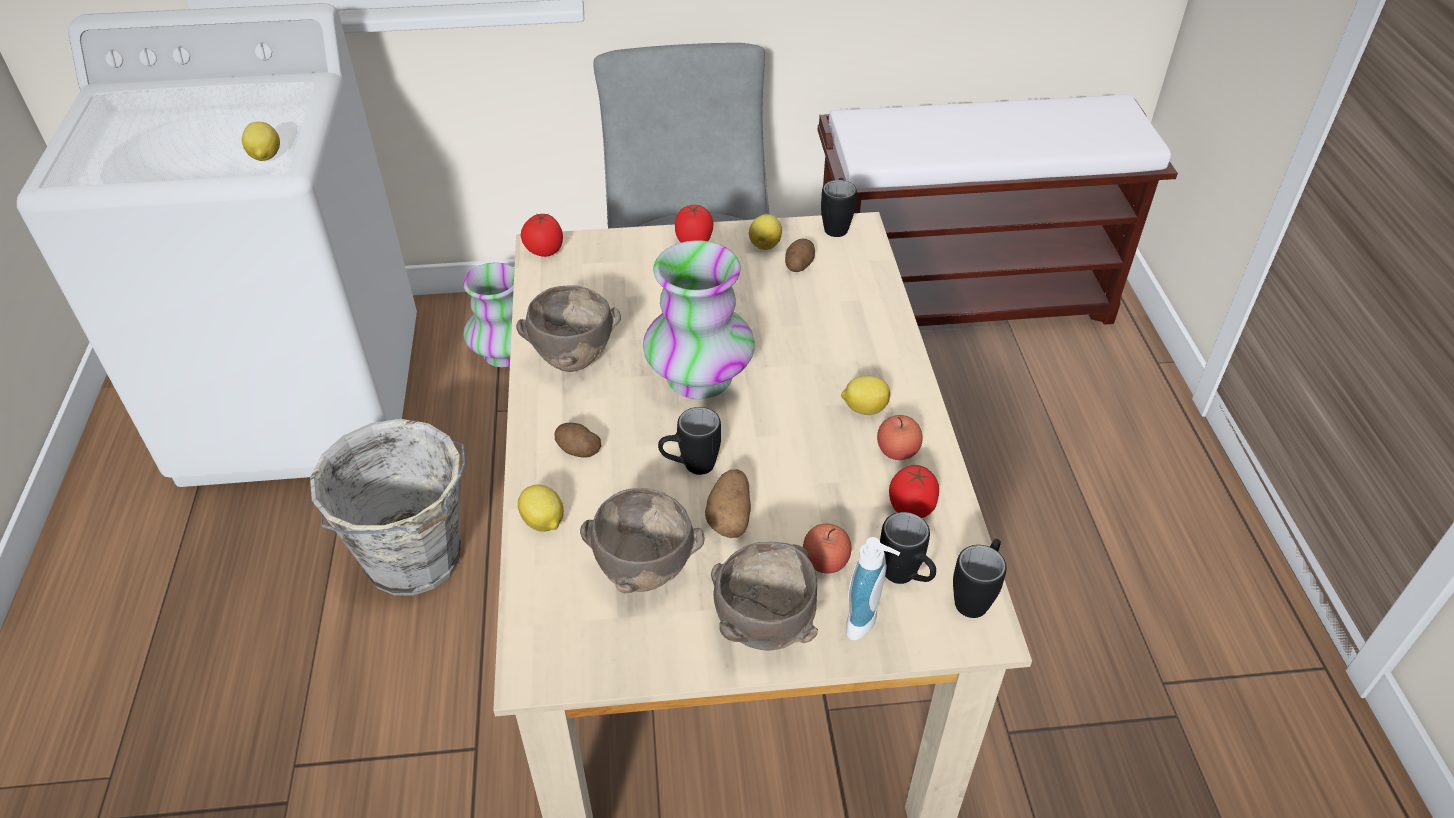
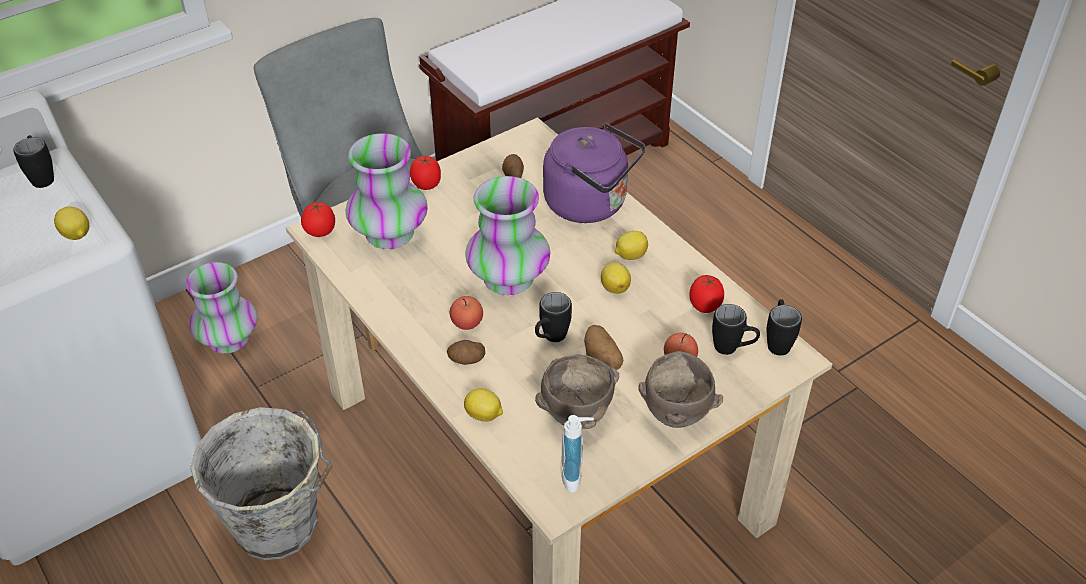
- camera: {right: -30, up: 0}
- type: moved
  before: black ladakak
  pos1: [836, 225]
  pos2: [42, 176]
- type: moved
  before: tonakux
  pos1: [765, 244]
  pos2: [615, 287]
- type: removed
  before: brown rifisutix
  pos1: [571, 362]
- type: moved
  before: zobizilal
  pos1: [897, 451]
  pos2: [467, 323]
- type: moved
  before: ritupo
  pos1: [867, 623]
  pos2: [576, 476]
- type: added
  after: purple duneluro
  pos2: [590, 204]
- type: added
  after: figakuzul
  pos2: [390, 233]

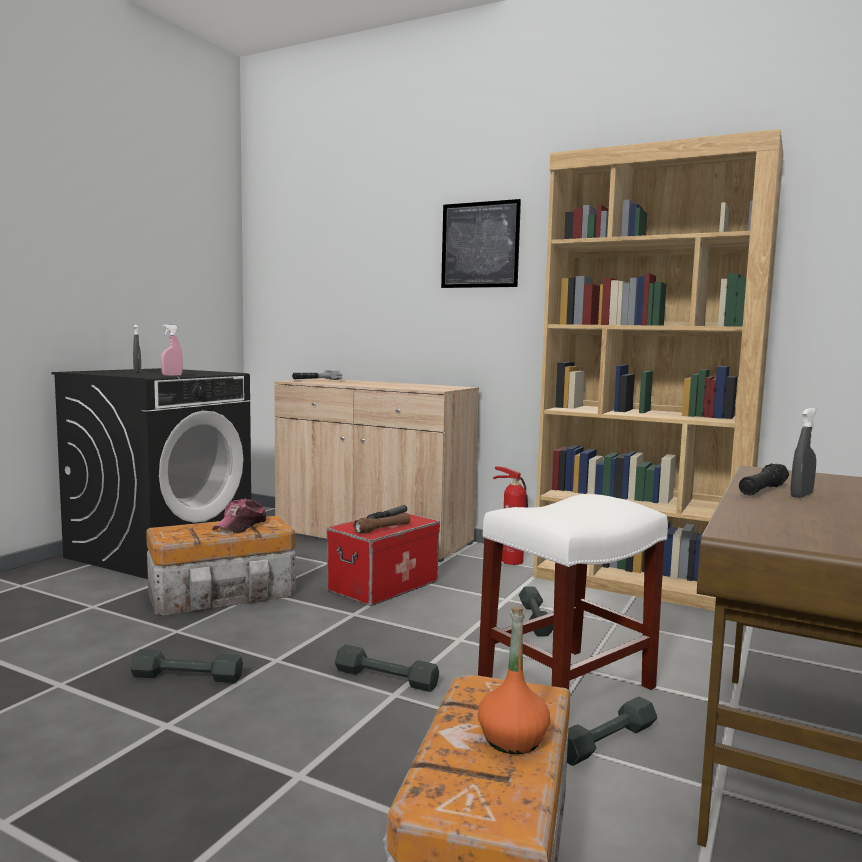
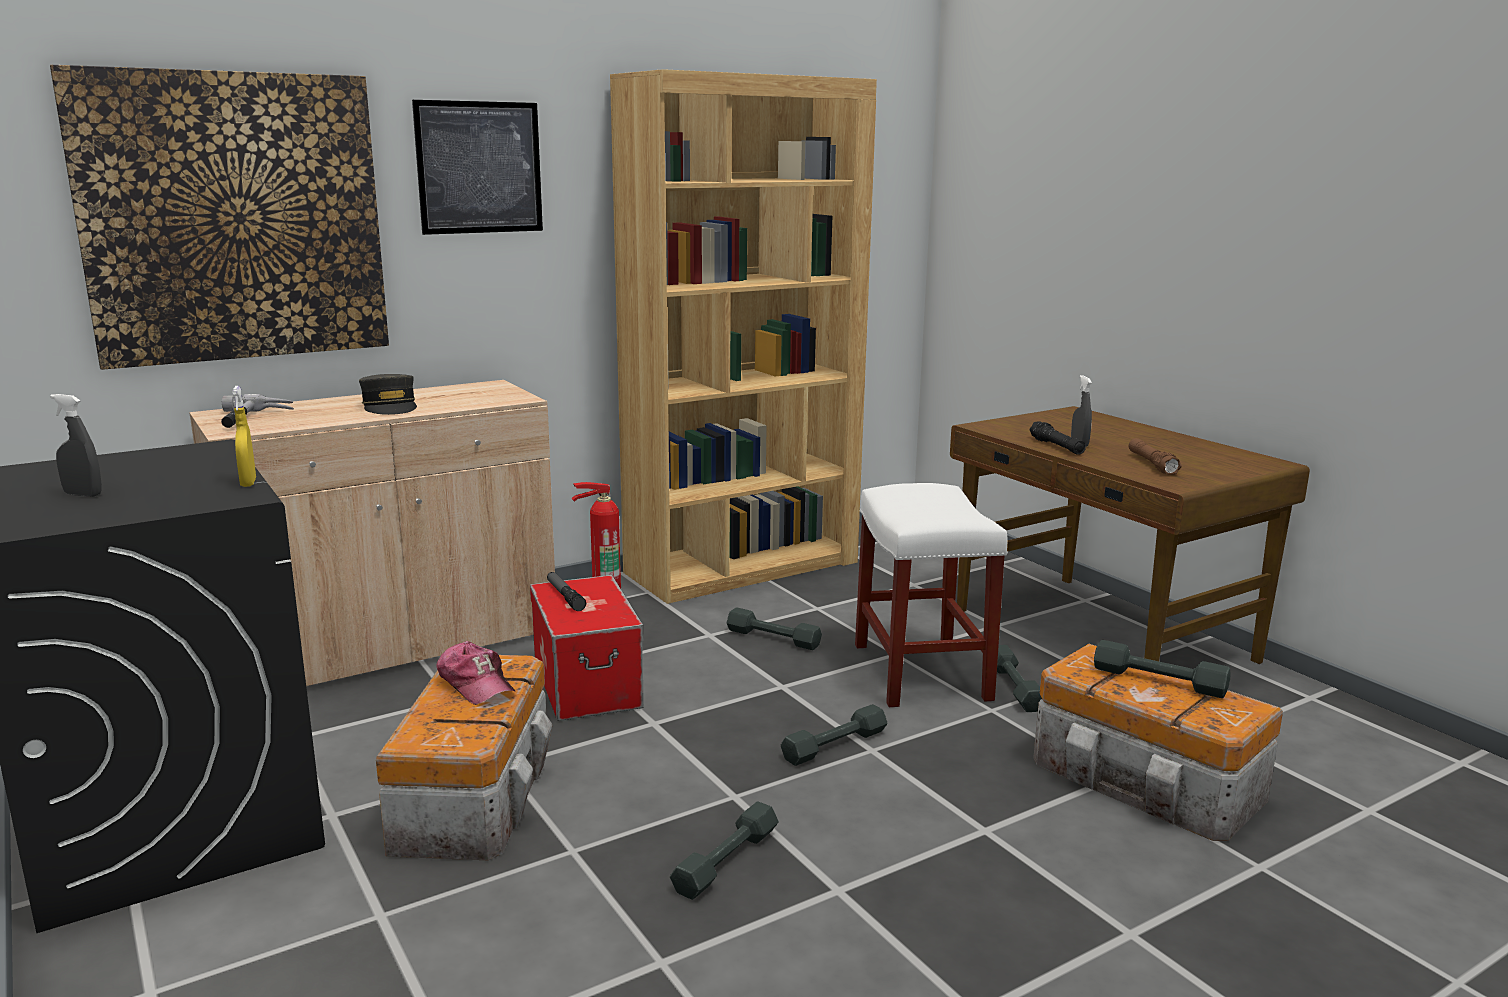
- camera: {right: -60, up: 10}
- type: recoloured
  before: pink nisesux
  after: yellow nisesux
  pos1: [172, 375]
  pos2: [248, 483]
- type: moved
  before: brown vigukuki
  pos1: [382, 529]
  pos2: [1152, 464]
- type: replaced
  before: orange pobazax
  after: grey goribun
  pos1: [512, 739]
  pos2: [1158, 680]
- type: added
  after: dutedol
  pos2: [234, 218]
- type: added
  after: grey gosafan
  pos2: [390, 407]

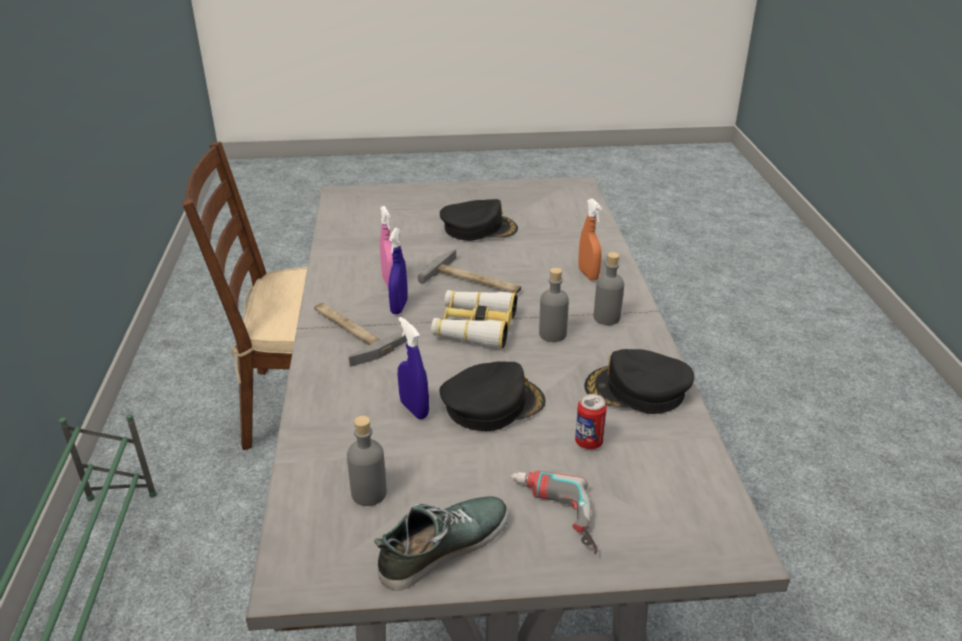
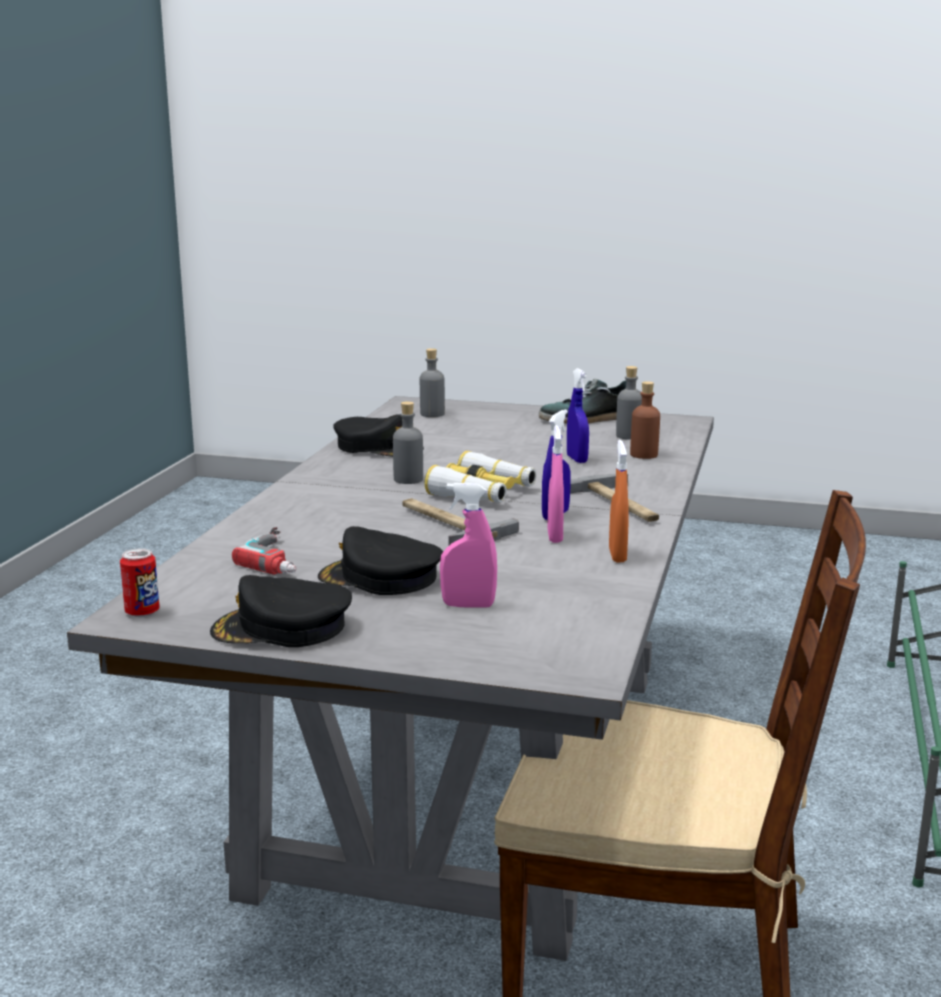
- camera: {right: -160, up: -15}
- type: moved
  before: orange nisesux
  pos1: [588, 274]
  pos2: [617, 555]
- type: moved
  before: grey pobazax
  pos1: [606, 317]
  pos2: [432, 414]
- type: moved
  before: black gosafan
  pos1: [492, 404]
  pos2: [282, 628]
- type: moved
  before: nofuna
  pos1: [588, 442]
  pos2: [142, 612]
- type: moved
  before: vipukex
  pos1: [551, 517]
  pos2: [283, 557]
- type: added
  after: brown pobazax
  pos2: [644, 455]
- type: added
  after: pink nisesux
  pos2: [468, 605]

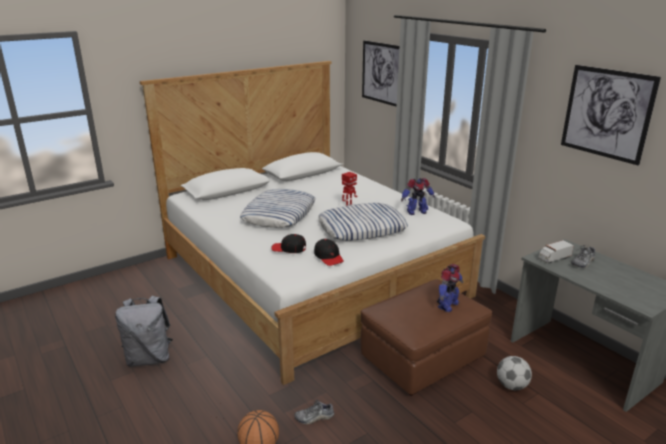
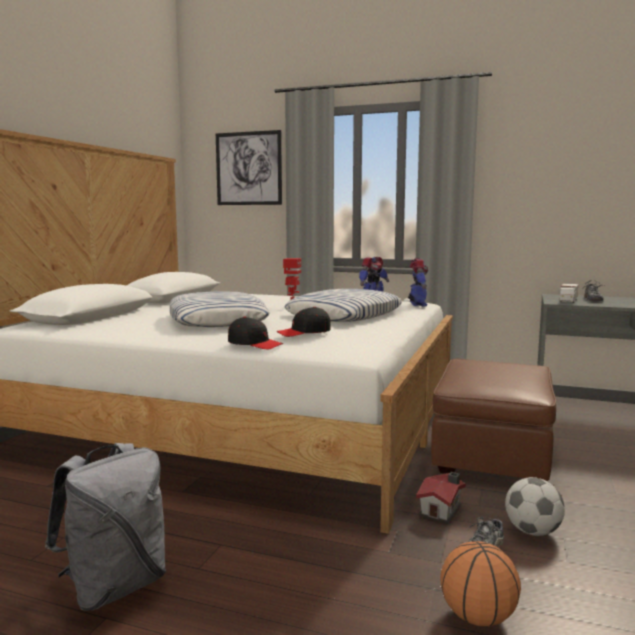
- camera: {right: -35, up: -15}
- type: removed
  before: dutedol
  pos1: [606, 113]
- type: moved
  before: black gosafan
  pos1: [328, 257]
  pos2: [255, 344]
- type: moved
  before: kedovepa
  pos1: [447, 305]
  pos2: [417, 304]
- type: moved
  before: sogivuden
  pos1: [511, 386]
  pos2: [532, 531]
- type: added
  after: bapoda
  pos2: [442, 510]

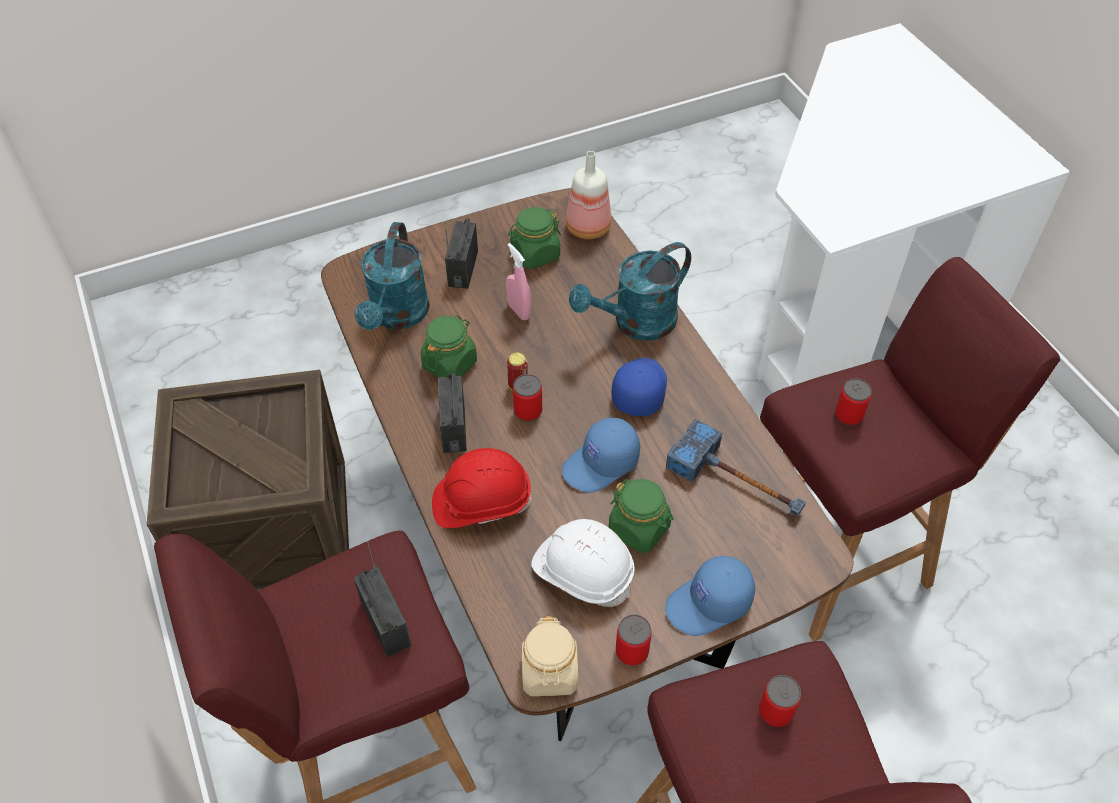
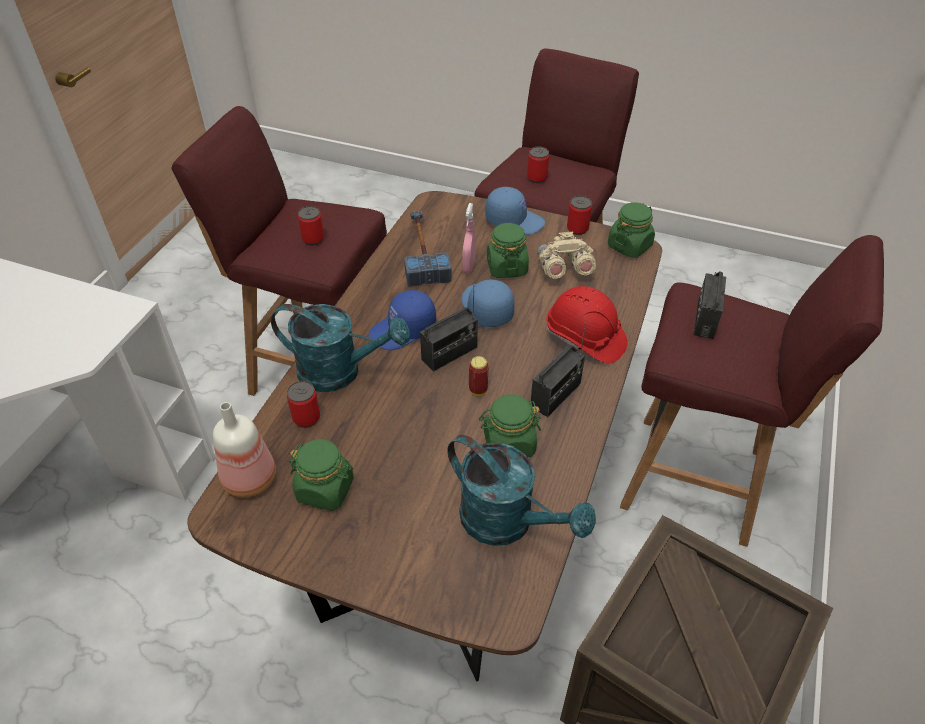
- camera: {right: -135, up: -5}
- type: moved
  before: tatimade
  pos1: [462, 268]
  pos2: [449, 353]
- type: turned
  before: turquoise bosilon
  pos1: [397, 316]
  pos2: [508, 523]
  turn: 75
- type: moved
  before: pink nisesux
  pos1: [519, 311]
  pos2: [468, 266]
- type: moved
  before: nofuna
  pos1: [528, 411]
  pos2: [306, 418]
- type: turned
  before: blue gosafan
  pos1: [601, 464]
  pos2: [485, 308]
  turn: -120
- type: replaced
  before: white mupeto
  after: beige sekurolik
  pos1: [583, 571]
  pos2: [563, 270]
- type: recoloured
  before: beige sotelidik
  after: green sotelidik
  pos1: [550, 672]
  pos2: [629, 246]

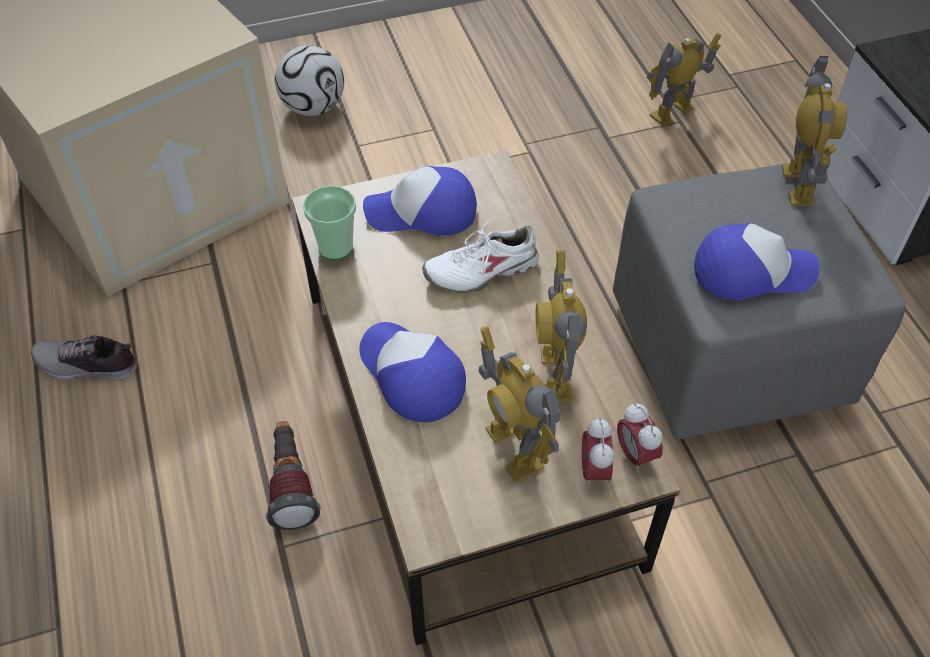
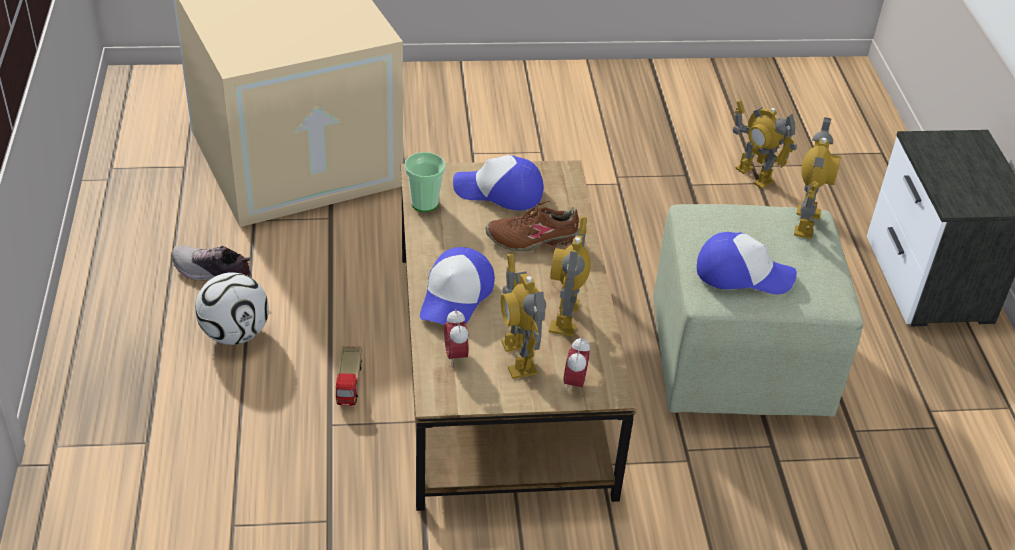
- camera: {right: 10, up: -10}
- type: turned
  before: kedovepa
  pos1: [672, 113]
  pos2: [754, 175]
  turn: -105
- type: moved
  before: sogivuden
  pos1: [313, 107]
  pos2: [235, 333]
- type: recoloured
  before: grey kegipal
  after: green kegipal
  pos1: [725, 349]
  pos2: [737, 359]
- type: recoloured
  before: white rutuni
  after: brown rutuni
  pos1: [482, 270]
  pos2: [533, 239]
- type: turned
  before: gosafan
  pos1: [411, 375]
  pos2: [456, 297]
  turn: -135
- type: moved
  before: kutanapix
  pos1: [635, 454]
  pos2: [455, 356]
- type: replaced
  before: vigukuki
  after: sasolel
  pos1: [291, 484]
  pos2: [350, 384]

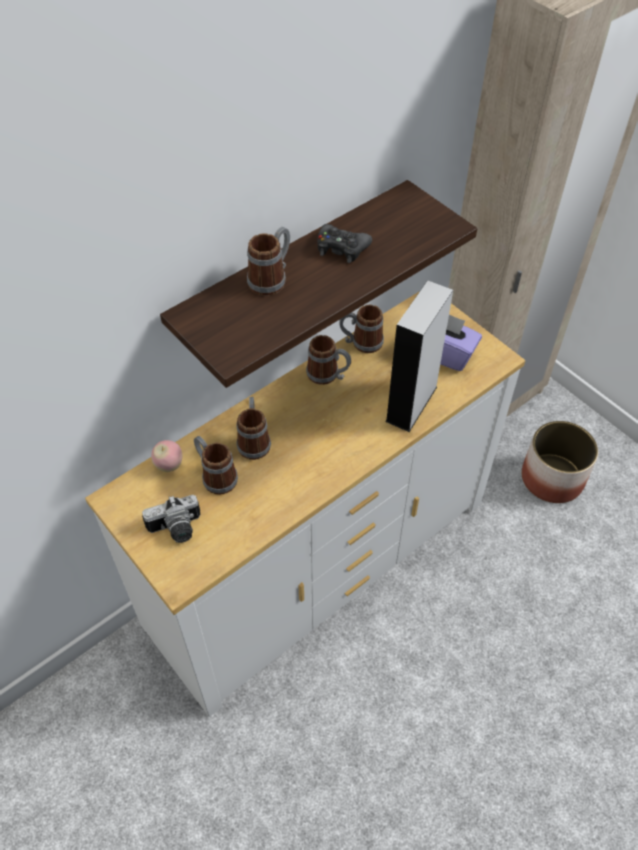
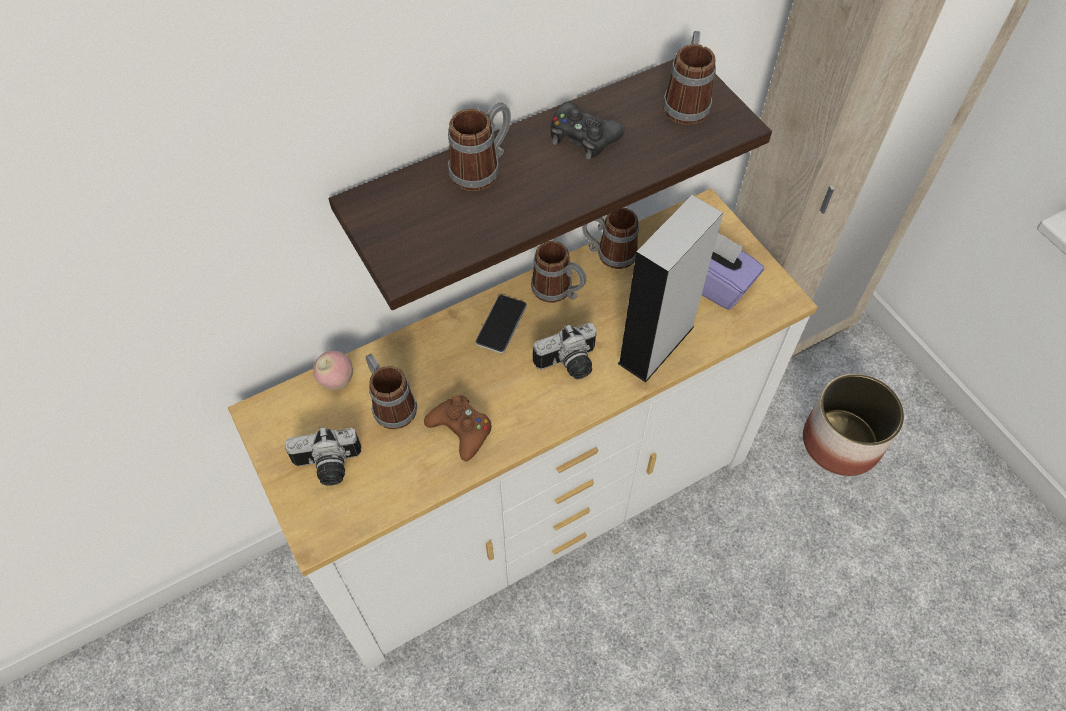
- camera: {right: 10, up: 5}
- type: moved
  before: ladakak
  pos1: [254, 440]
  pos2: [686, 101]
- type: added
  after: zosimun
  pos2: [501, 324]
- type: added
  after: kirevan
  pos2: [569, 365]
- type: added
  after: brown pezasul
  pos2: [461, 430]

